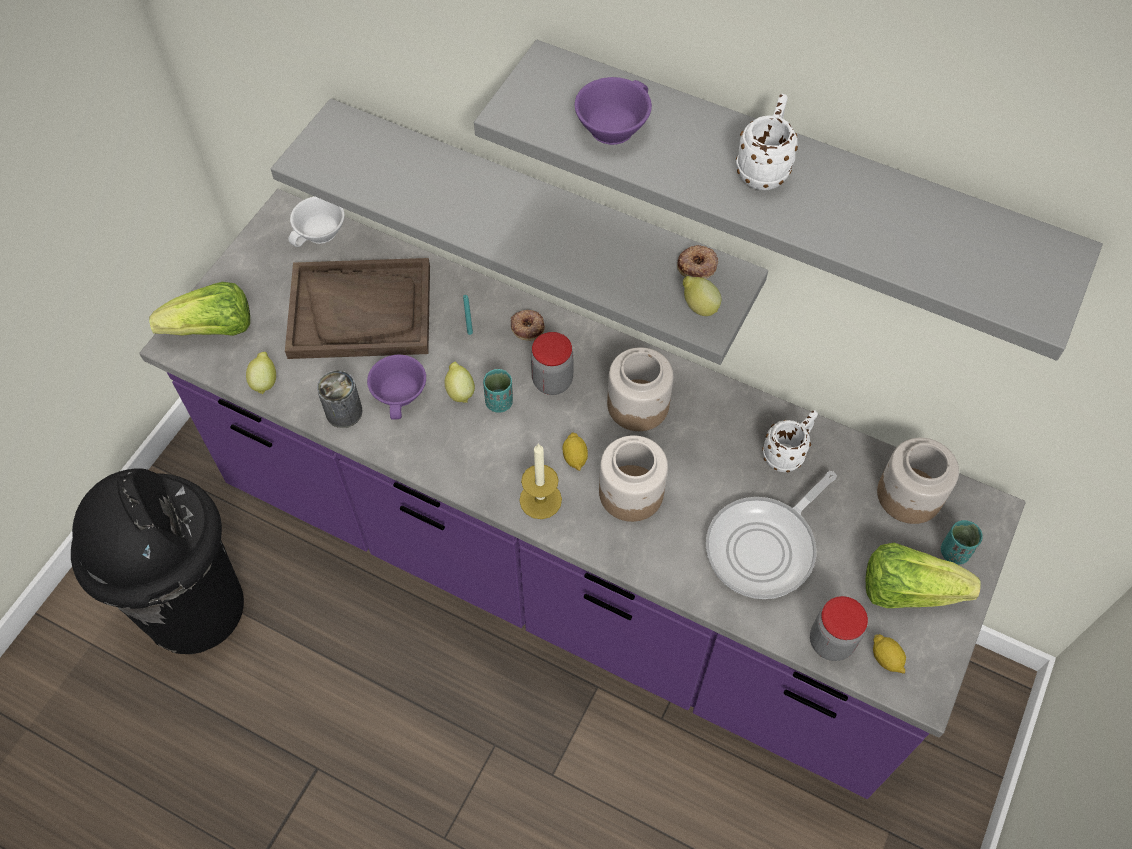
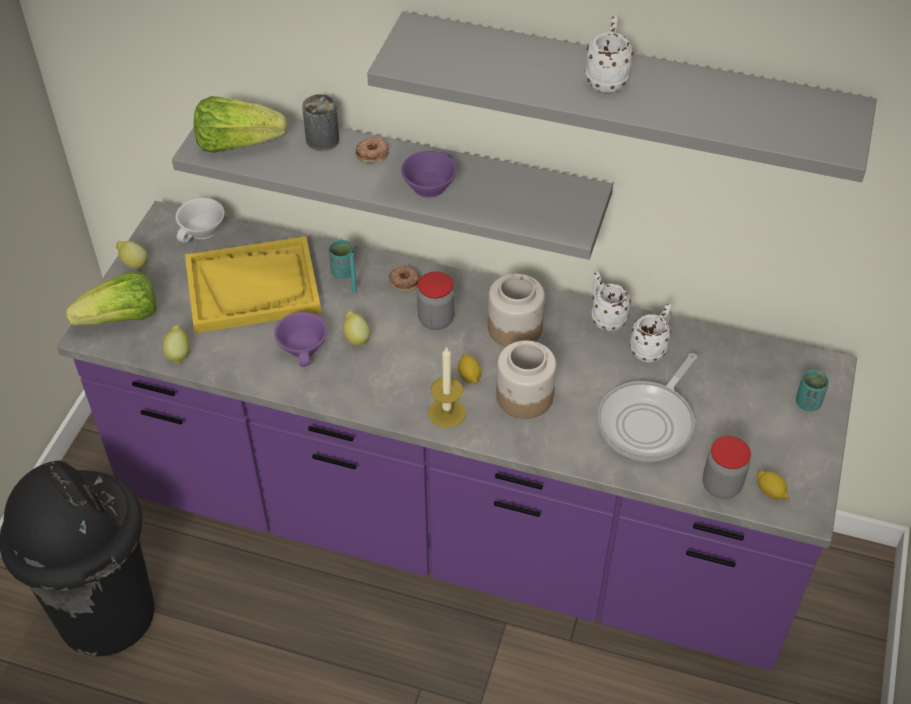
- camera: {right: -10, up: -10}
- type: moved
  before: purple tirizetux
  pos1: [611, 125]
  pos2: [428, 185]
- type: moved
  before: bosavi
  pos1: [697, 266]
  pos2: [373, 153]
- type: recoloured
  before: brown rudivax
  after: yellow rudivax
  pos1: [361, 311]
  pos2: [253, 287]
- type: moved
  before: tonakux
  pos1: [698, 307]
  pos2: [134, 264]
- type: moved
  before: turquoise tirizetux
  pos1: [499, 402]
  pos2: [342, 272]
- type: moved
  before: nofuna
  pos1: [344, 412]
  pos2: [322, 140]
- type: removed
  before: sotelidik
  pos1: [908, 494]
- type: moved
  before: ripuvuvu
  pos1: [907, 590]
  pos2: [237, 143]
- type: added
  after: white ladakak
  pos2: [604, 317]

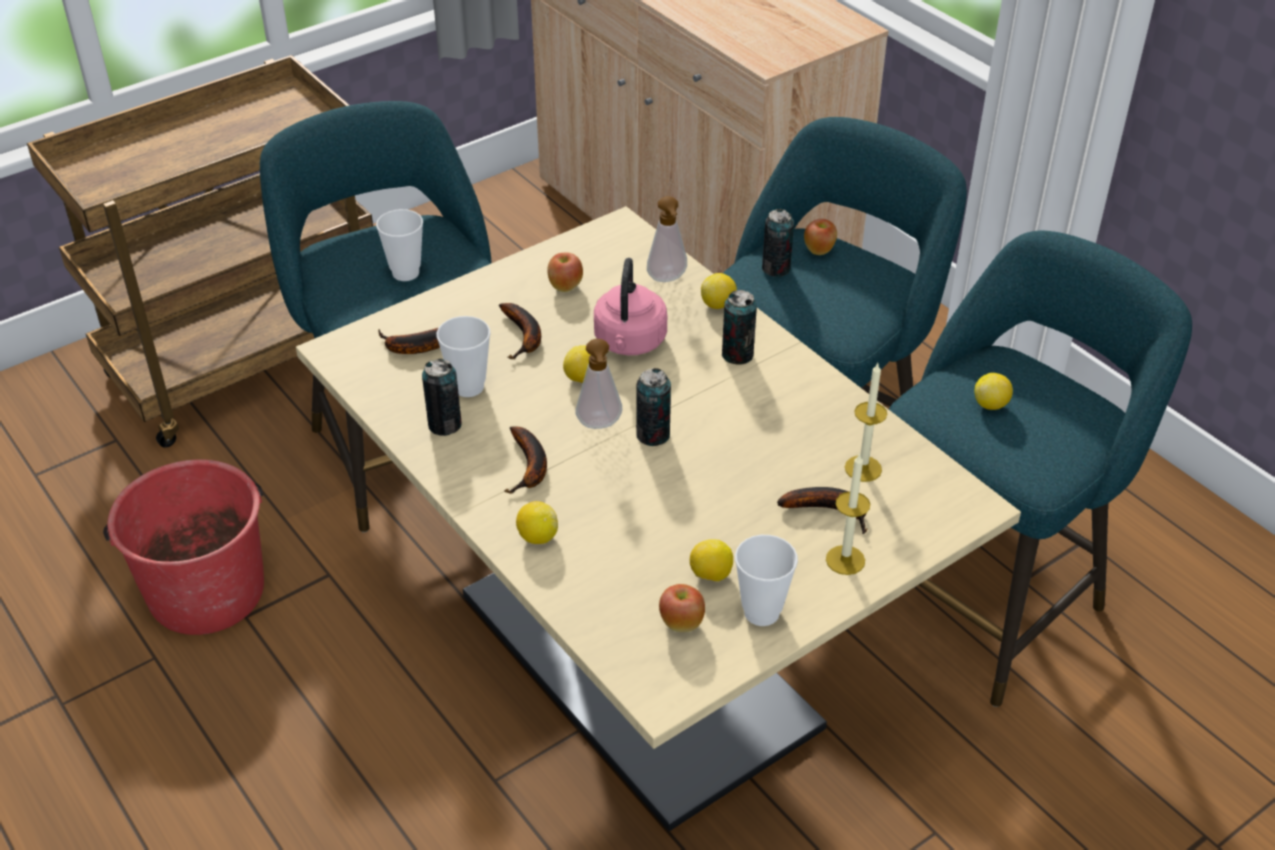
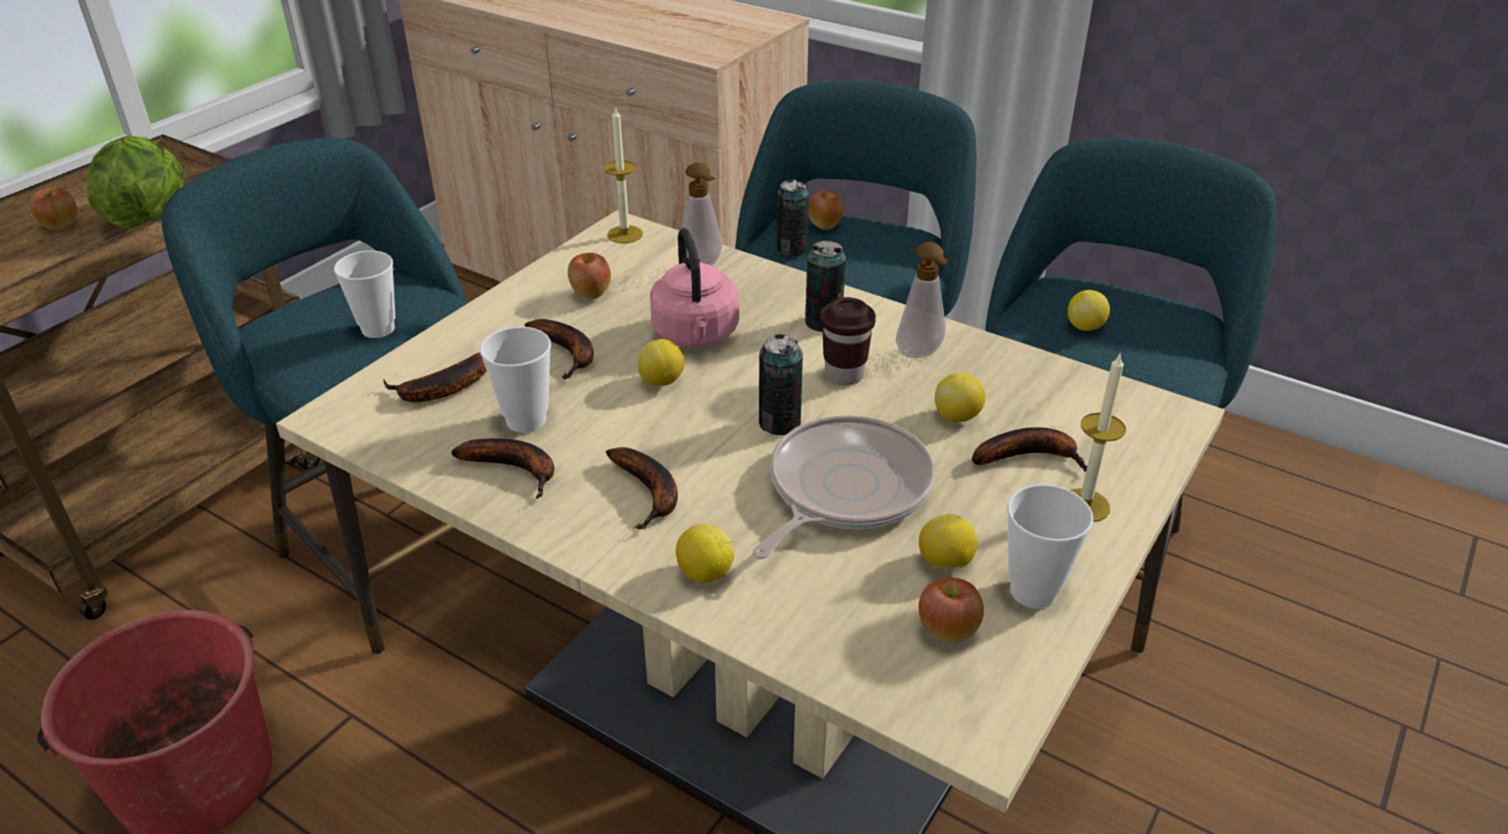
- camera: {right: -20, up: -5}
- type: moved
  before: tonakux
  pos1: [718, 305]
  pos2: [957, 416]
- type: moved
  before: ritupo
  pos1: [599, 426]
  pos2: [921, 354]
- type: replaced
  before: nofuna
  after: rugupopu
  pos1: [445, 425]
  pos2: [516, 469]
- type: moved
  before: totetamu
  pos1: [863, 468]
  pos2: [625, 234]
- type: added
  after: ripuvuvu
  pos2: [149, 217]
- type: added
  after: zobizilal
  pos2: [61, 226]
- type: added
  after: brown tirizetux
  pos2: [844, 375]
- type: added
  after: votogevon
  pos2: [843, 489]

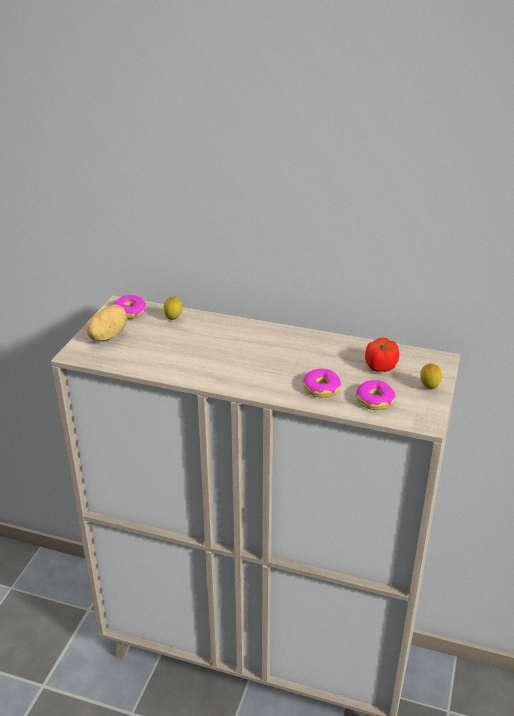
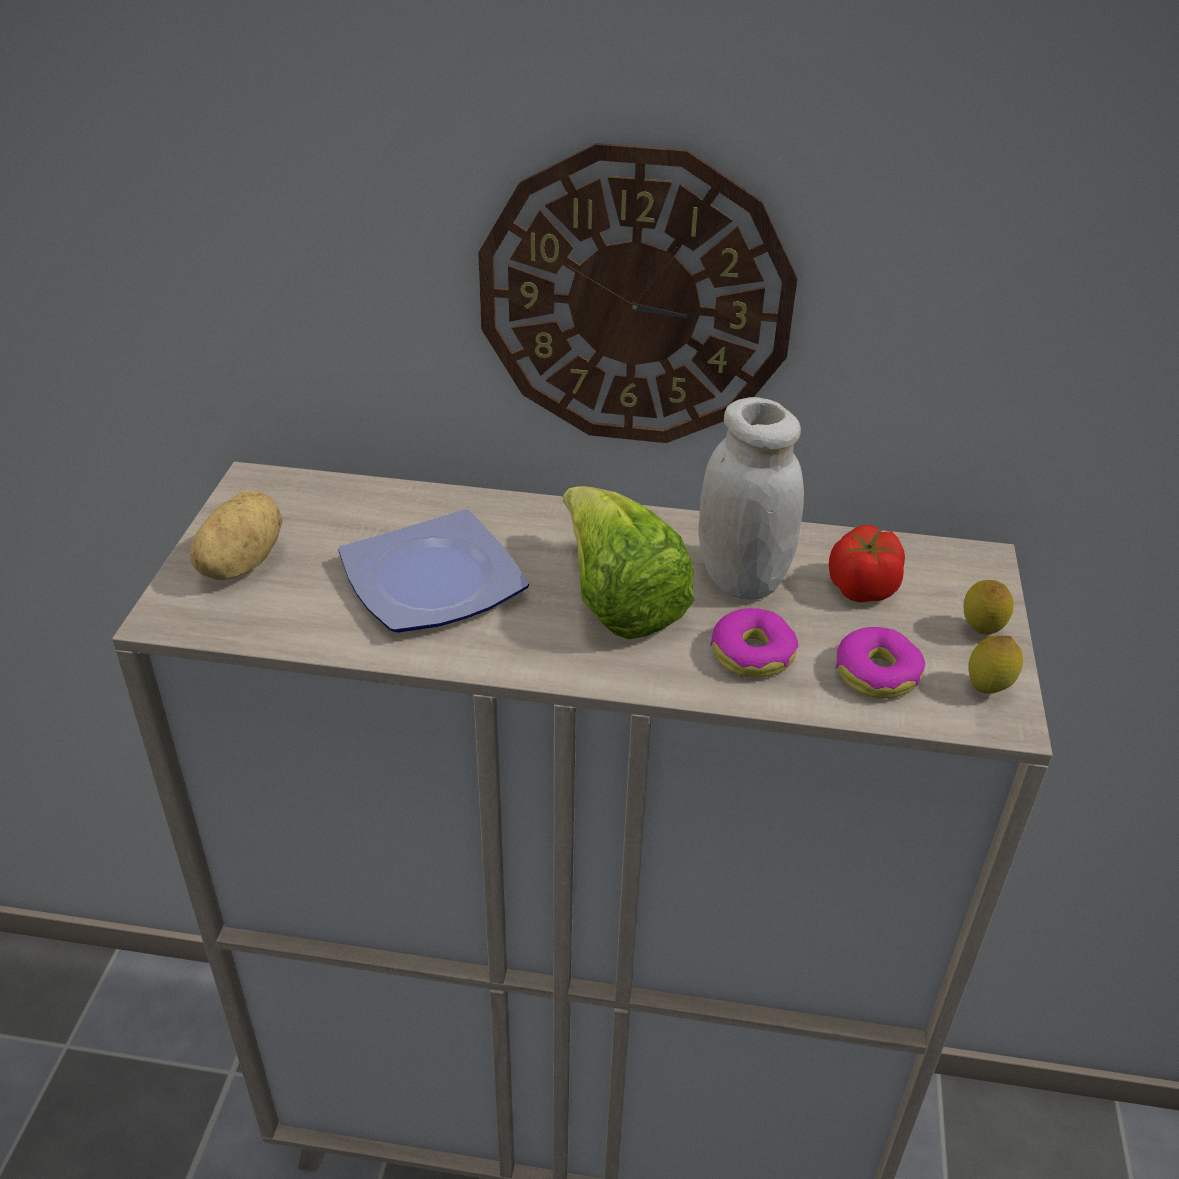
- camera: {right: -10, up: 5}
- type: removed
  before: bosavi
  pos1: [130, 312]
- type: moved
  before: tonakux
  pos1: [173, 319]
  pos2: [987, 690]
- type: added
  after: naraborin
  pos2: [635, 300]
- type: added
  after: white sotelidik
  pos2: [741, 578]
- type: added
  after: ripuvuvu
  pos2: [618, 601]
- type: added
  after: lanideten
  pos2: [429, 580]

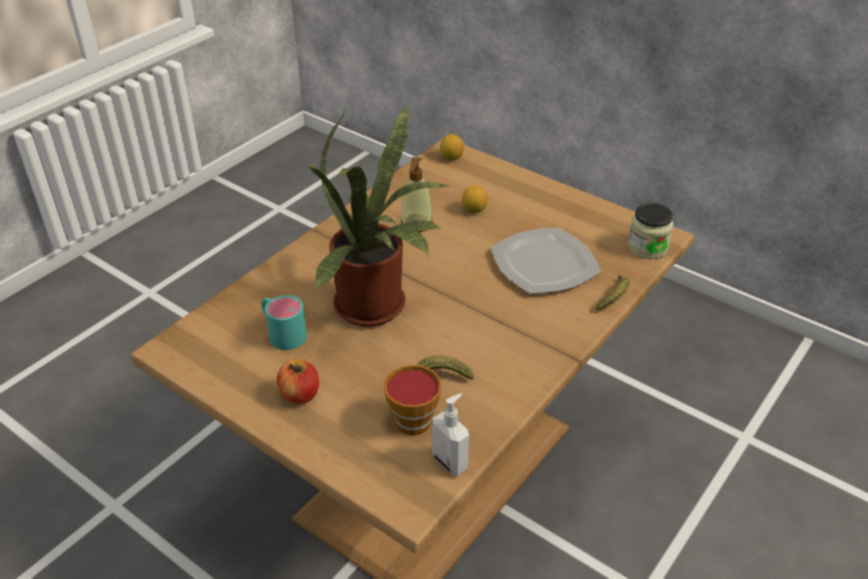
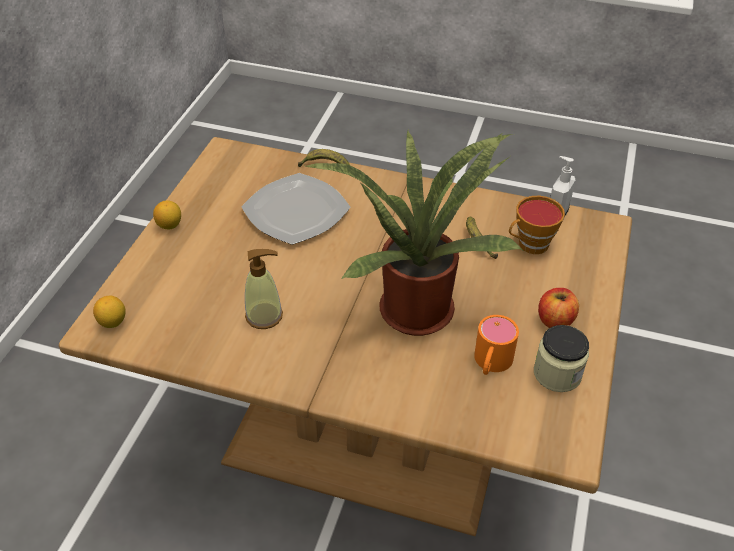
- camera: {right: -110, up: 5}
- type: moved
  before: tonakux
  pos1: [474, 210]
  pos2: [170, 225]
- type: moved
  before: sotelidik
  pos1: [647, 247]
  pos2: [557, 374]
- type: recoloured
  before: turquoise ladakak
  after: orange ladakak
  pos1: [282, 333]
  pos2: [490, 363]

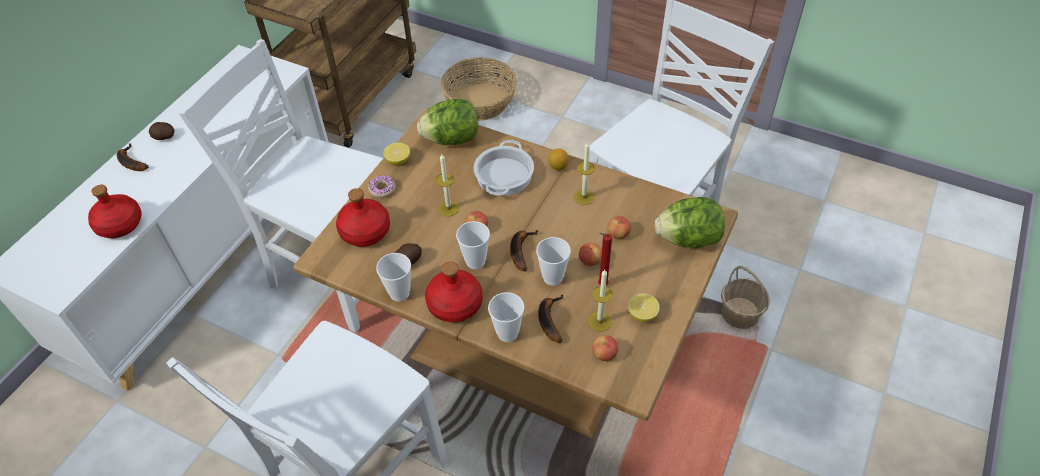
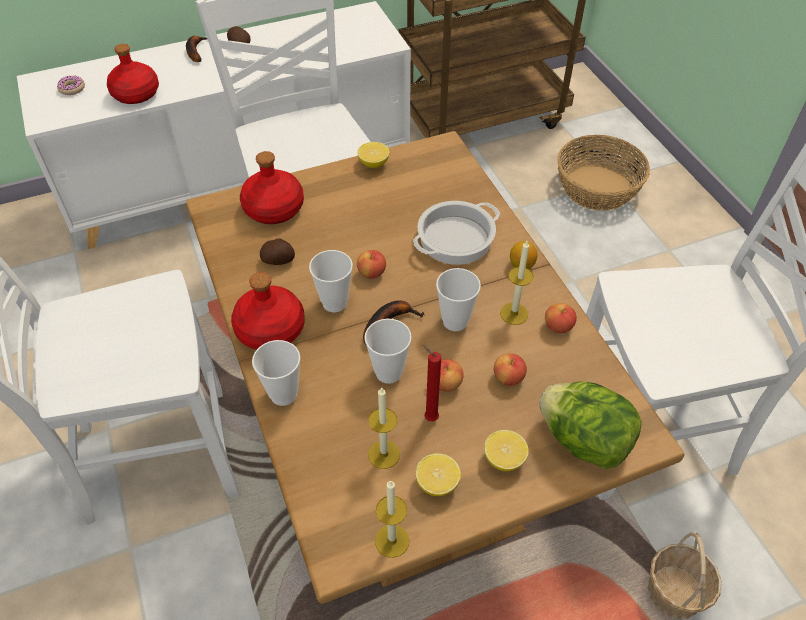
- camera: {right: 40, up: 0}
- type: removed
  before: ripuvuvu
  pos1: [452, 139]
- type: moved
  before: totetamu
  pos1: [448, 208]
  pos2: [392, 540]
- type: moved
  before: bosavi
  pos1: [382, 189]
  pos2: [72, 88]
- type: moved
  before: tirizetux
  pos1: [399, 293]
  pos2: [455, 321]
- type: removed
  before: rugupopu
  pos1: [549, 319]
- type: moved
  before: zobizilal
  pos1: [604, 354]
  pos2: [558, 326]
- type: added
  after: tonakux
  pos2: [504, 459]

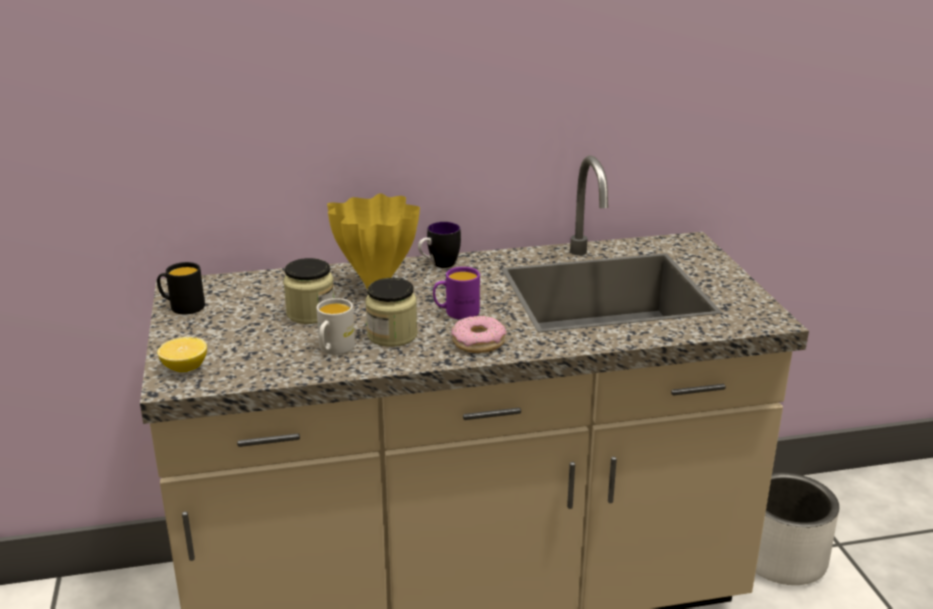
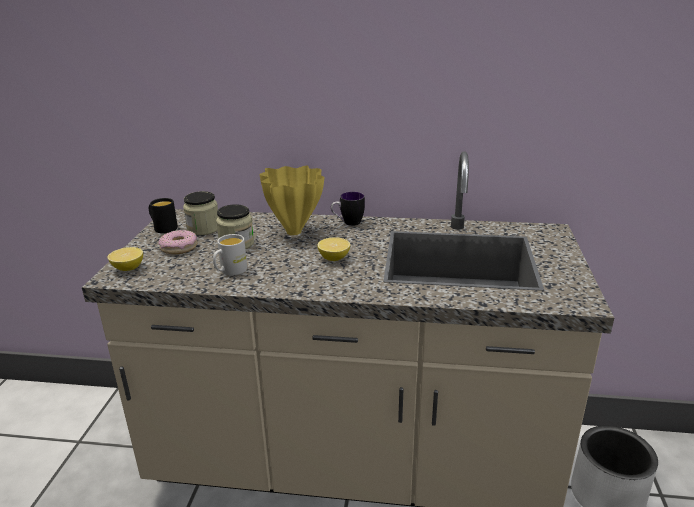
- camera: {right: 20, up: 0}
- type: replaced
  before: purple ladakak
  after: tonakux
  pos1: [456, 312]
  pos2: [334, 258]
- type: moved
  before: sotelidik
  pos1: [392, 335]
  pos2: [203, 229]
- type: moved
  before: bosavi
  pos1: [478, 342]
  pos2: [179, 247]

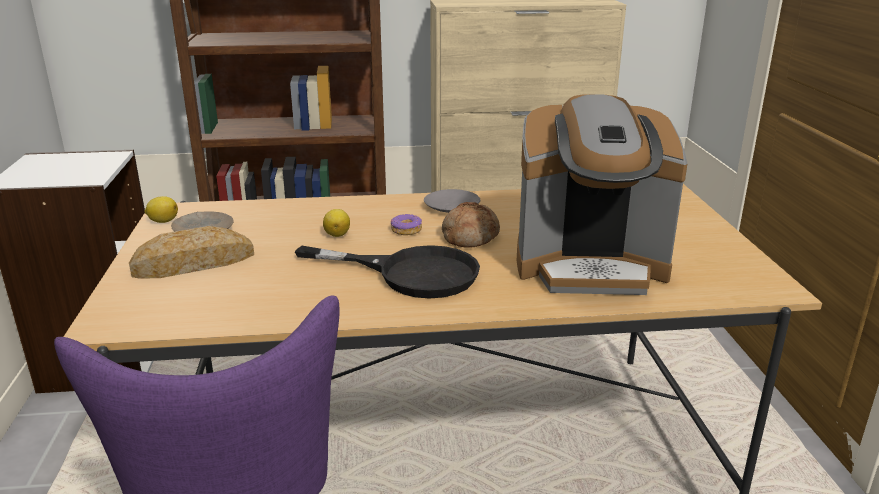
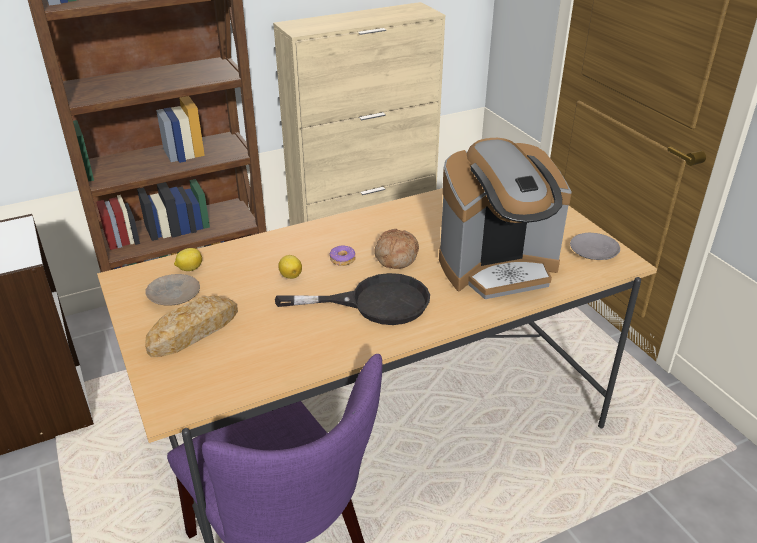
- camera: {right: -20, up: 10}
- type: moved
  before: grey lanideten
  pos1: [452, 207]
  pos2: [594, 252]
- type: moved
  before: tonakux
  pos1: [163, 221]
  pos2: [189, 269]

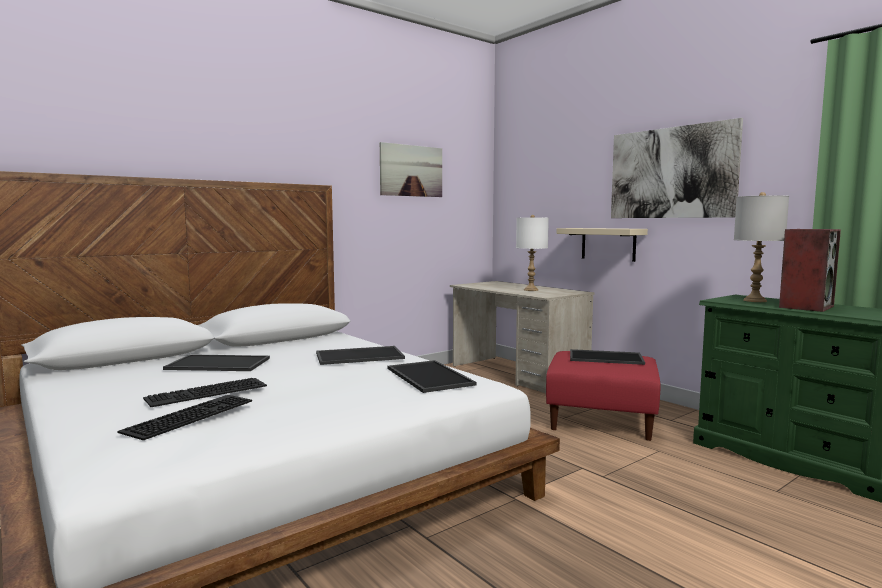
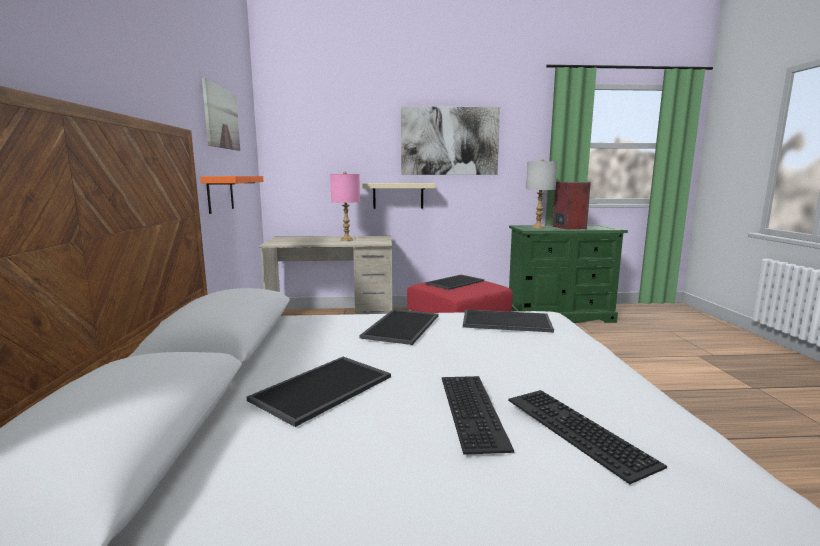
- camera: {right: -55, up: 5}
- type: recoloured
  before: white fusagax
  after: pink fusagax
  pos1: [530, 290]
  pos2: [346, 240]
- type: added
  after: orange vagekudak
  pos2: [220, 193]

